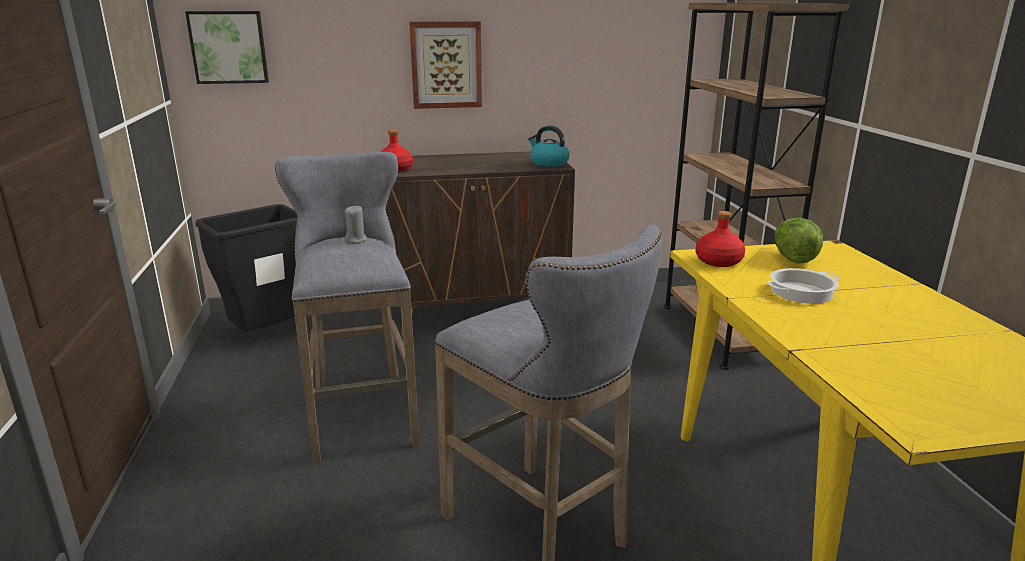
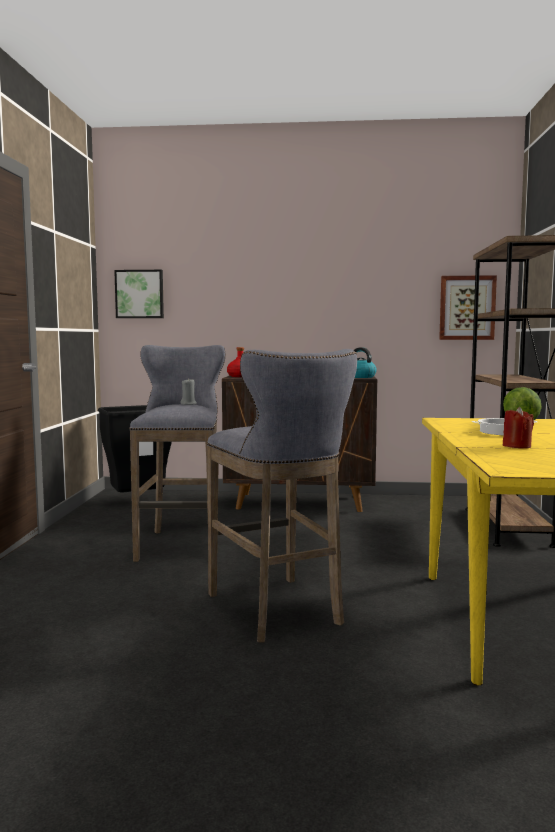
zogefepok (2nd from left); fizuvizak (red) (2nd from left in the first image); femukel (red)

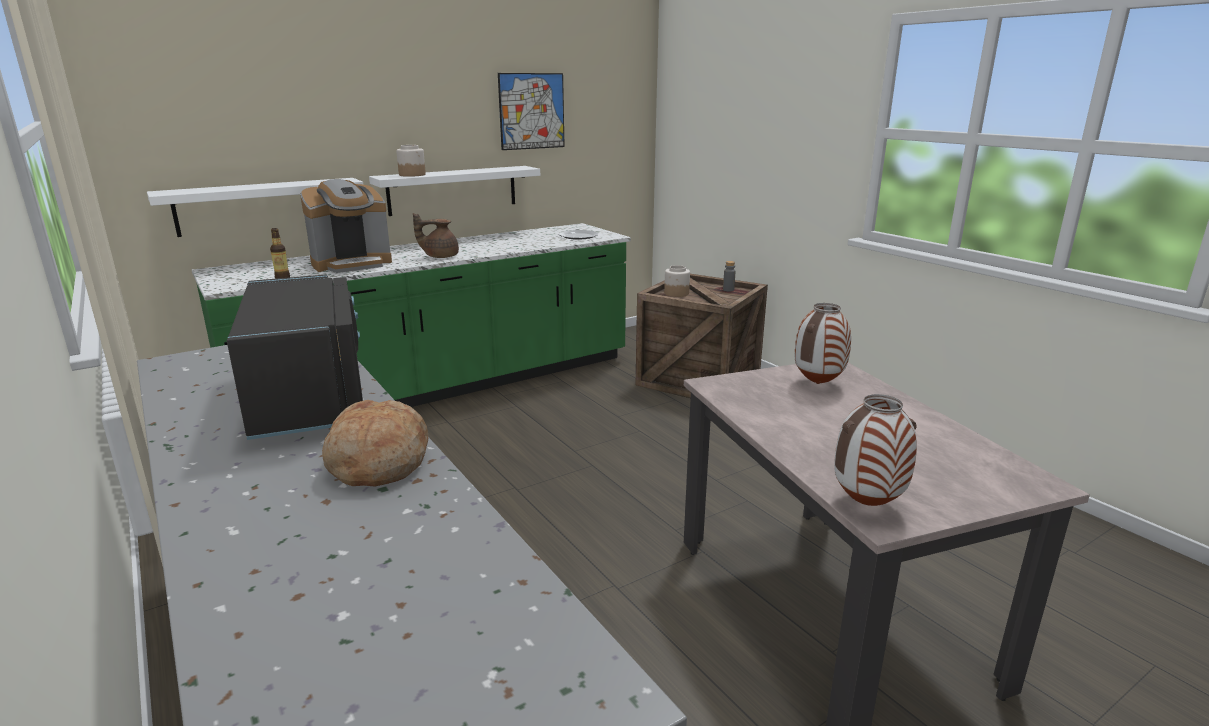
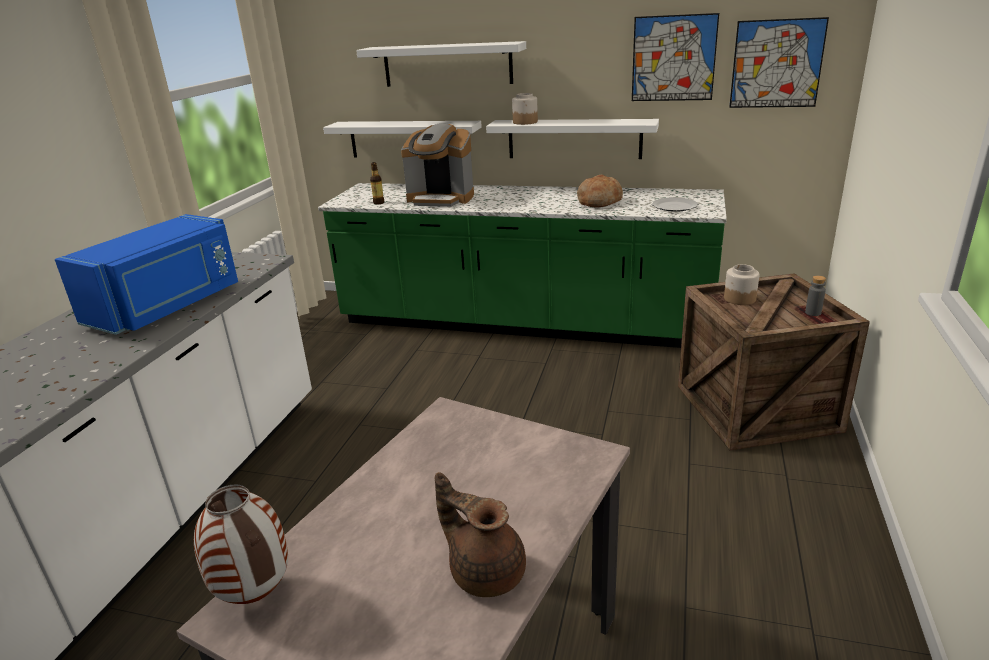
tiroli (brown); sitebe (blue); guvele (1st from left in the first image); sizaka; zogefepok (2nd from left); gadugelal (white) (2nd from left)

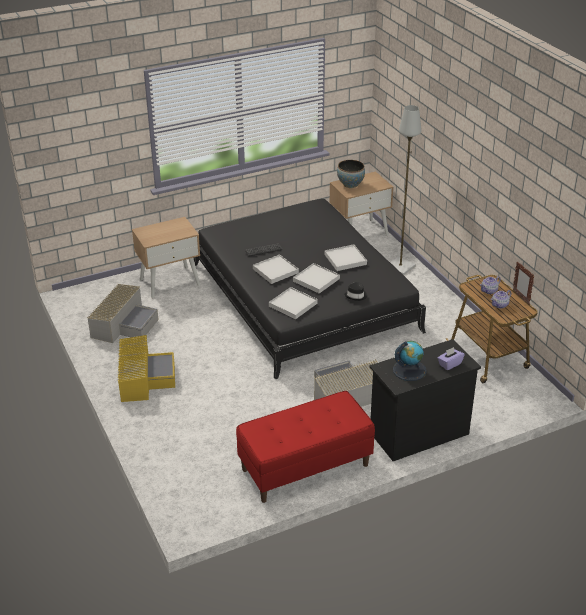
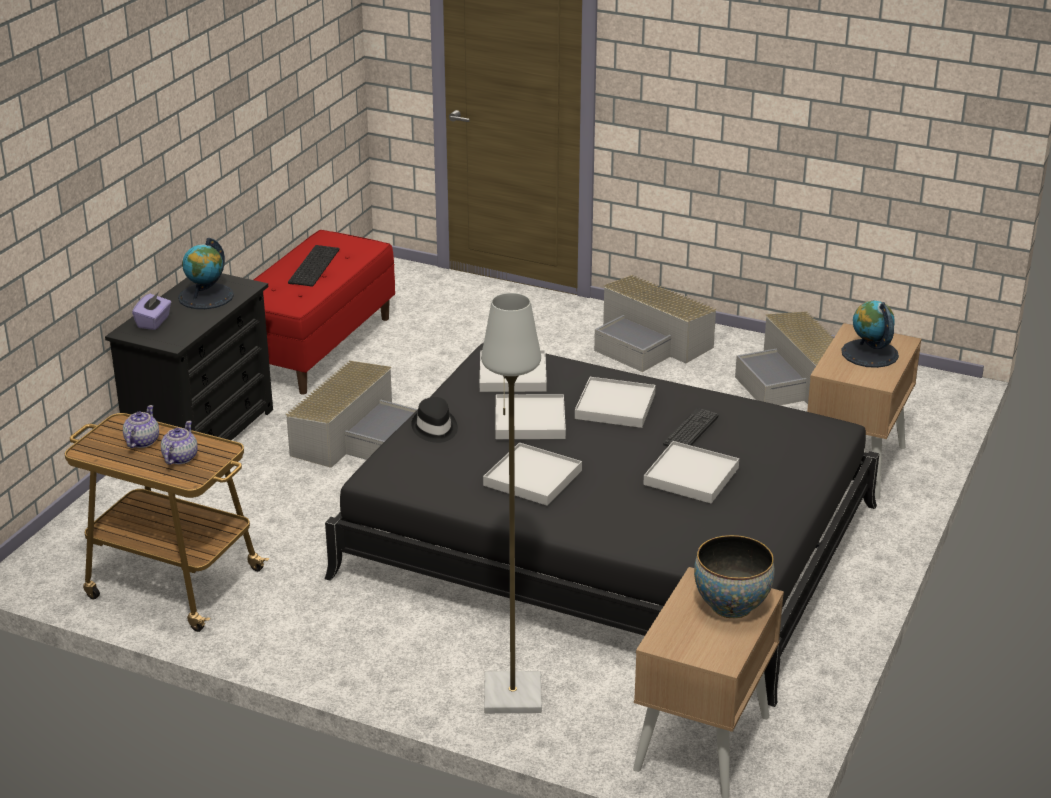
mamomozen; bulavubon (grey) (2nd from left); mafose (1st from left); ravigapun (2nd from left); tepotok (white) (5th from left)

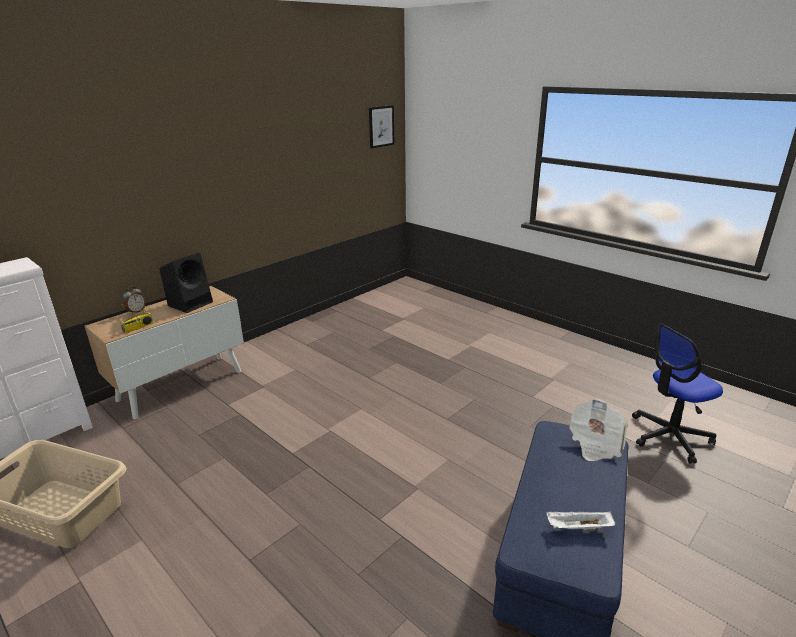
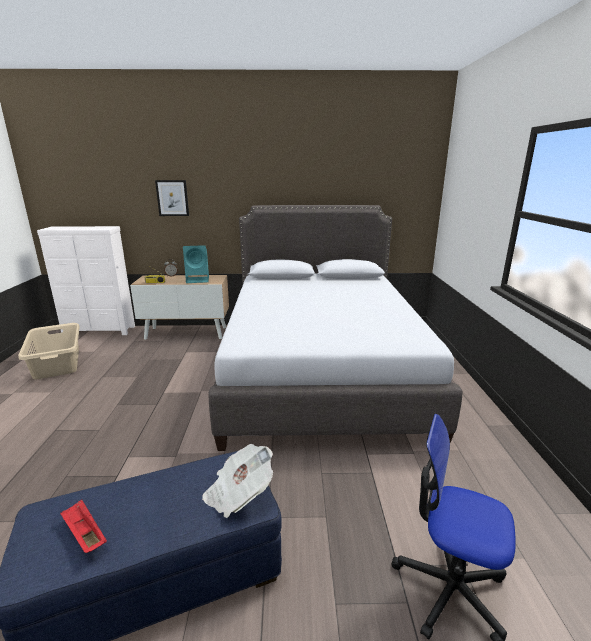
zogefepok; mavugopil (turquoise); tepotok (red); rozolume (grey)

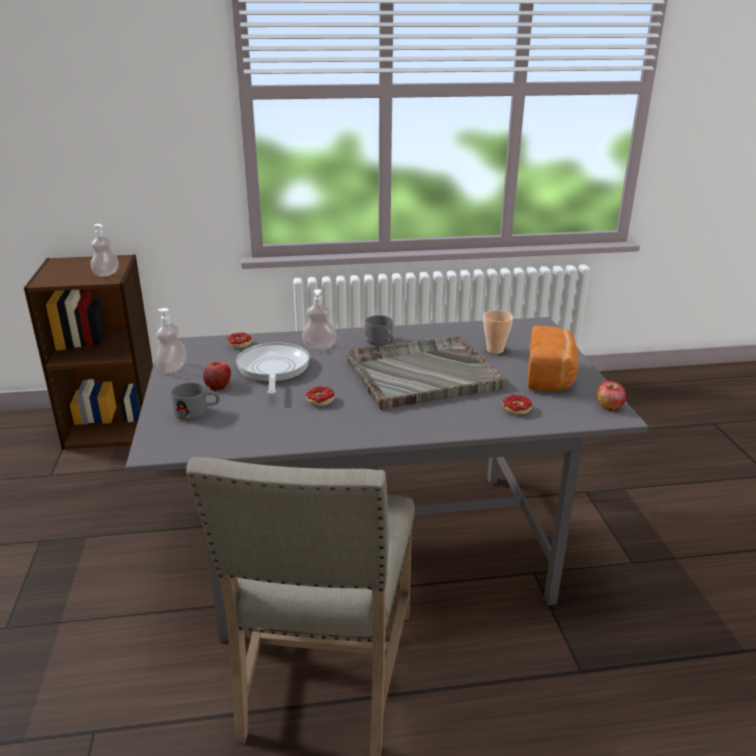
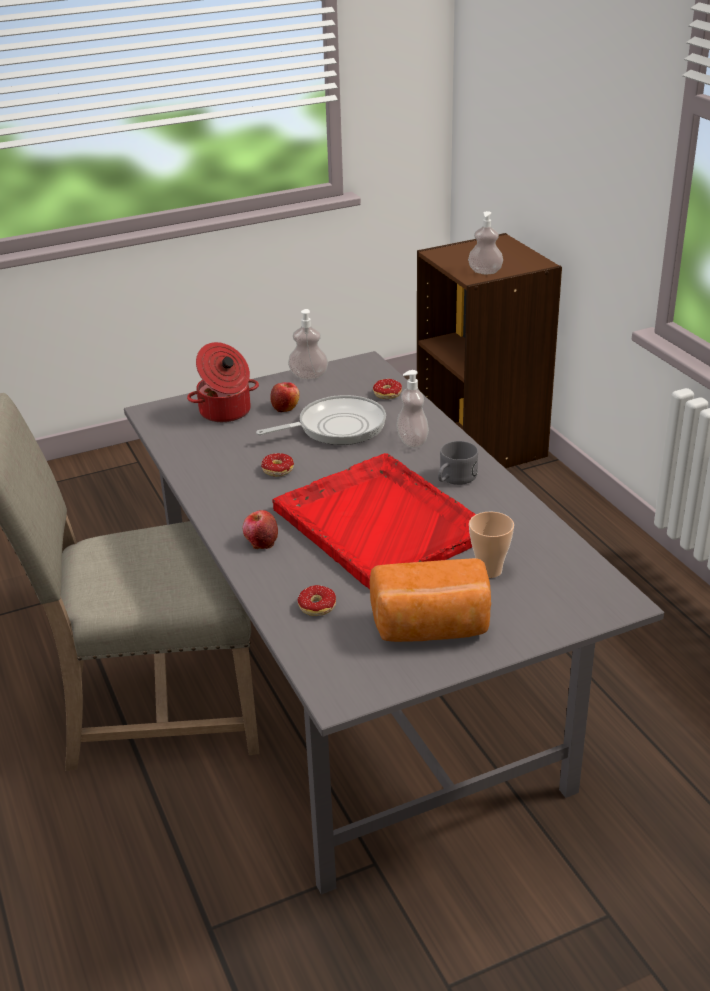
tepotok (red); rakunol (1st from left); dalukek

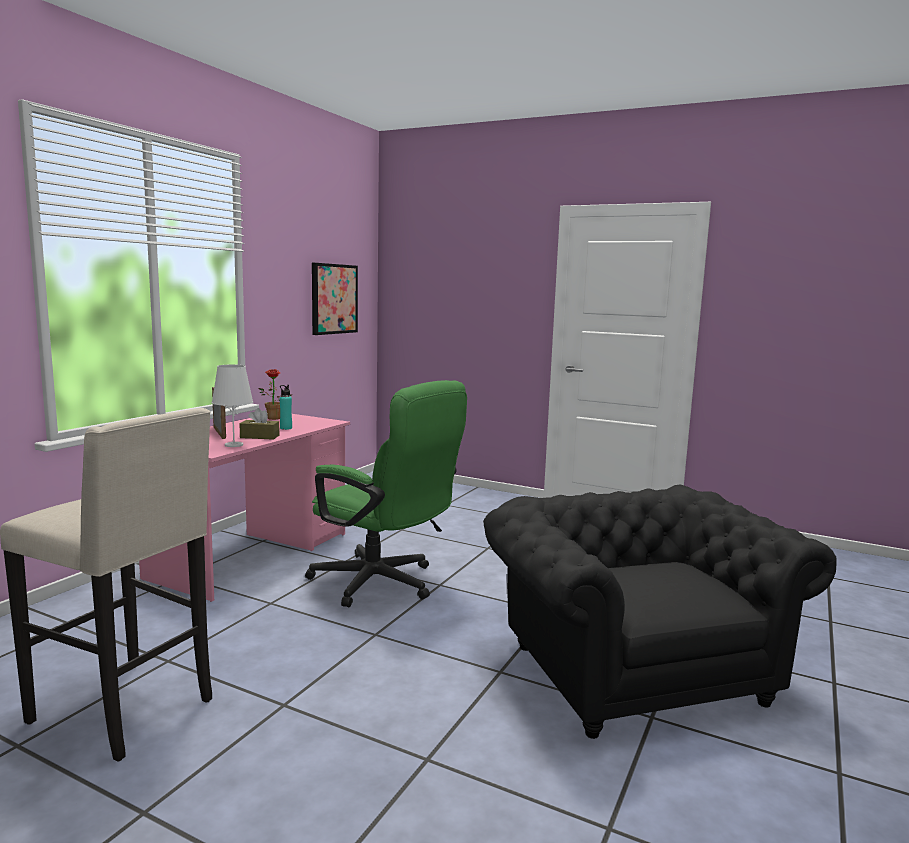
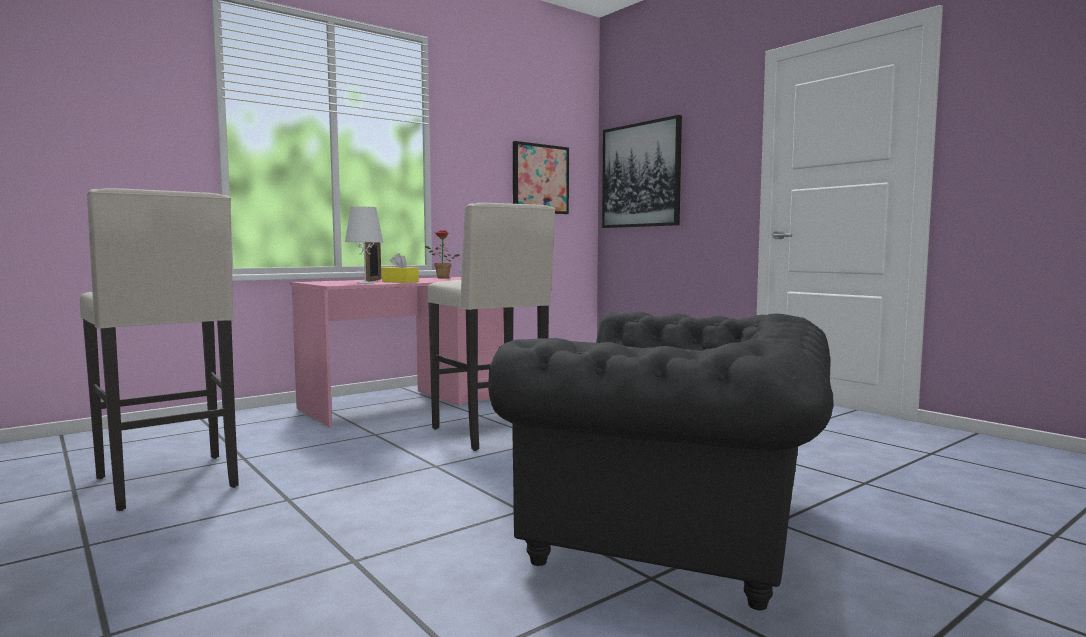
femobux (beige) (2nd from left); fizuvizak (turquoise); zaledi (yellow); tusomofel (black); zogefepok (2nd from left)

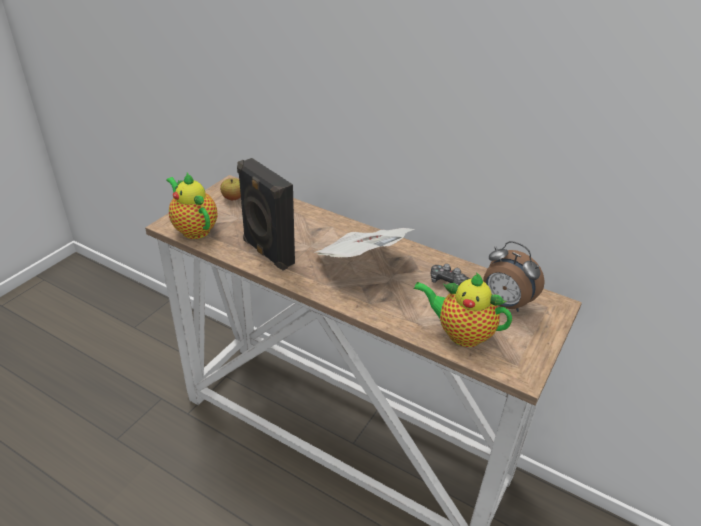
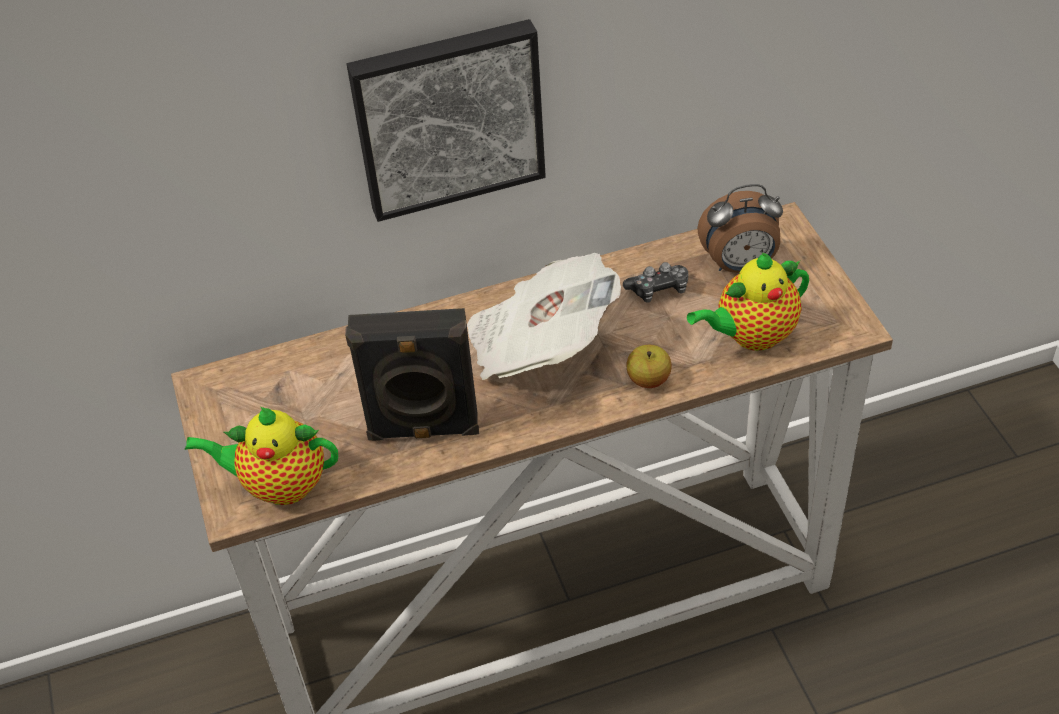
rakunol; zogefepok

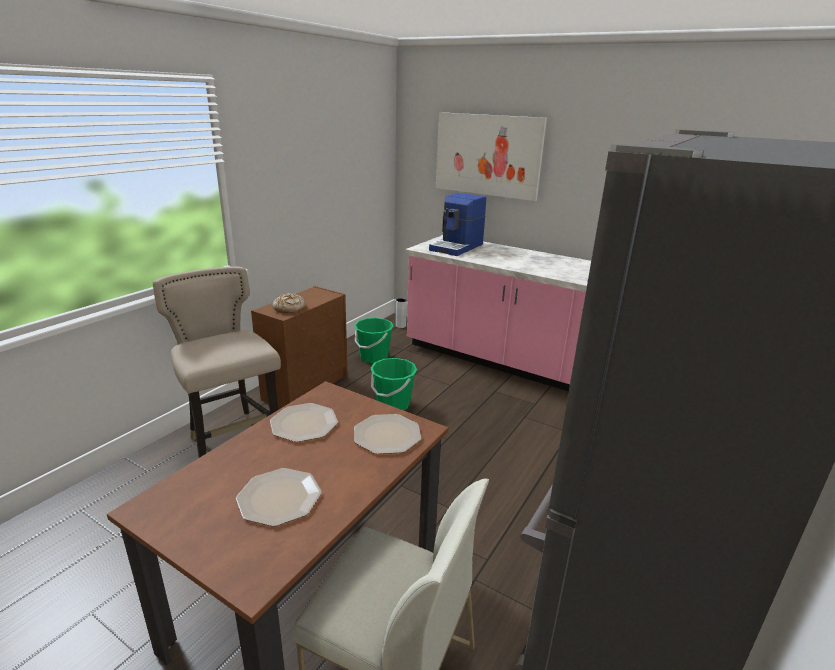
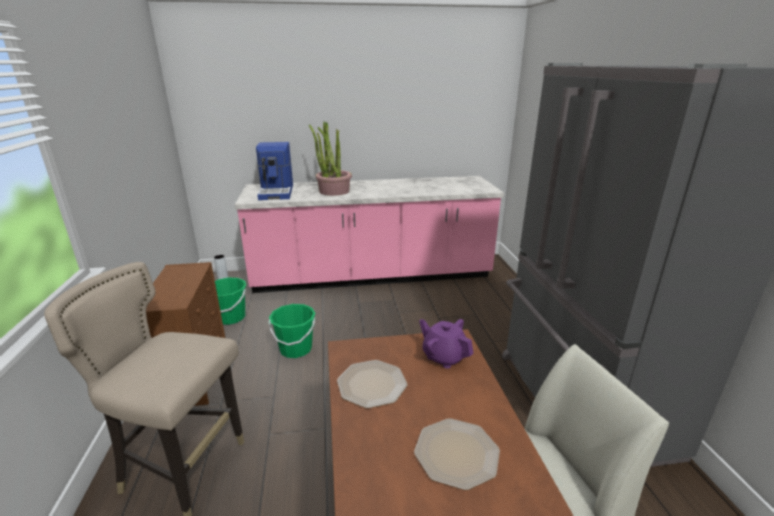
zogefepok; sizaka; tiroli (purple); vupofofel

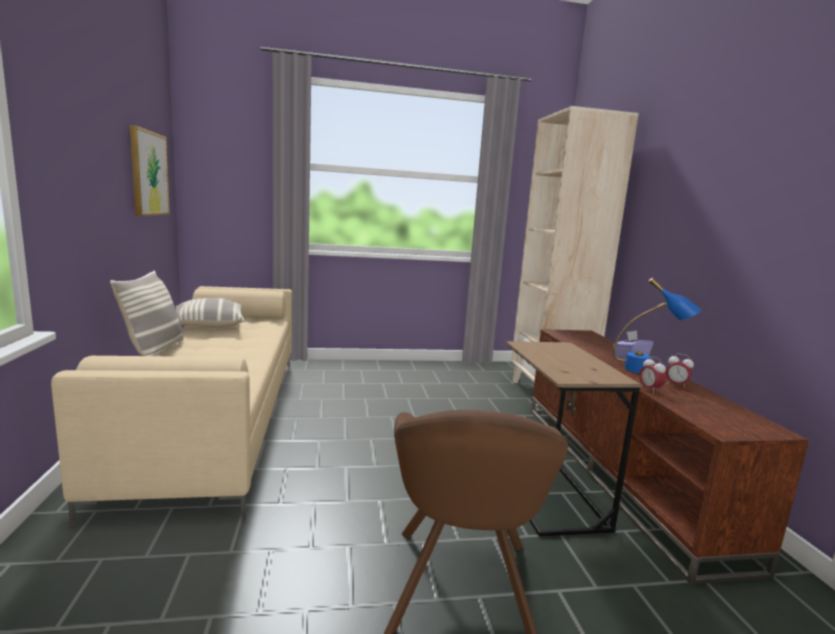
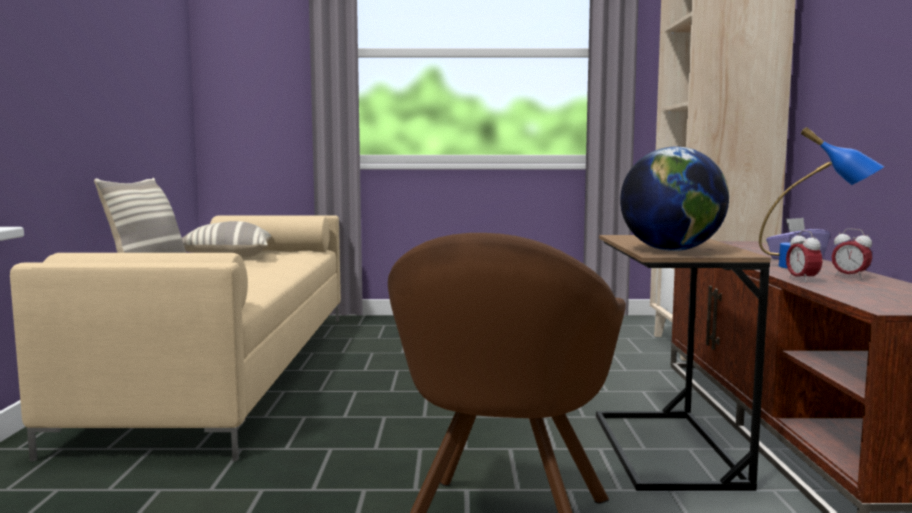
zogefepok; ravigapun

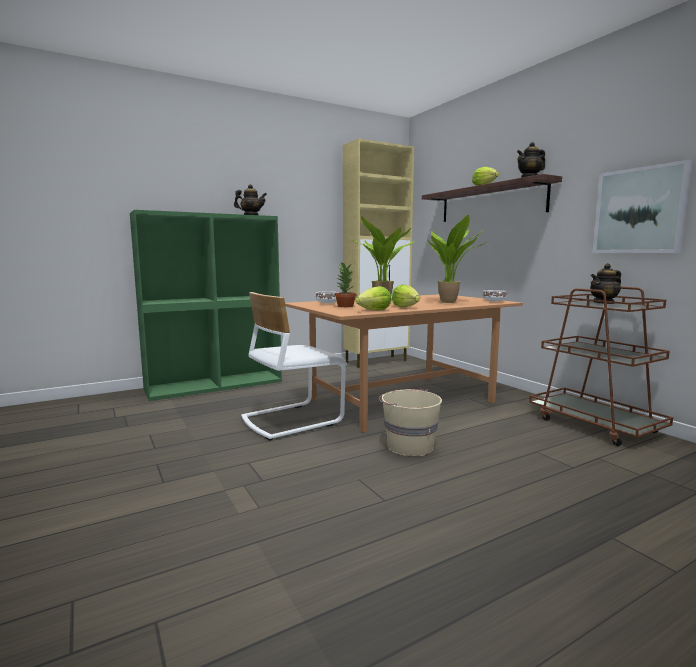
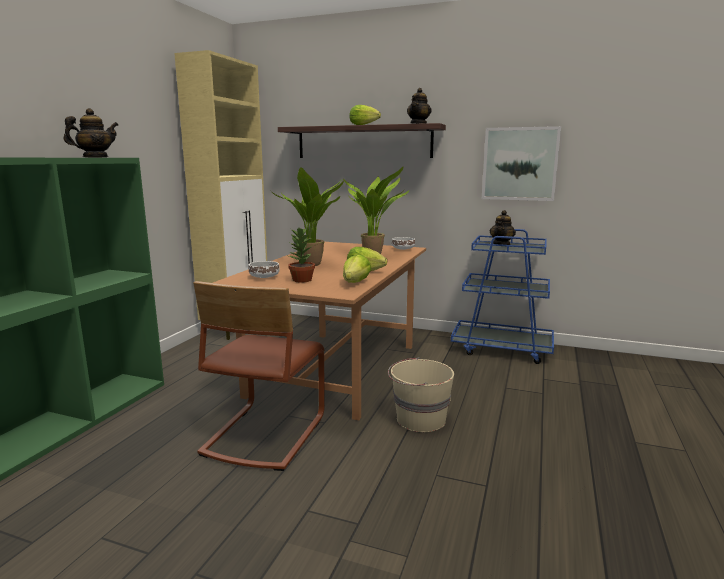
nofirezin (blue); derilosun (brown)

